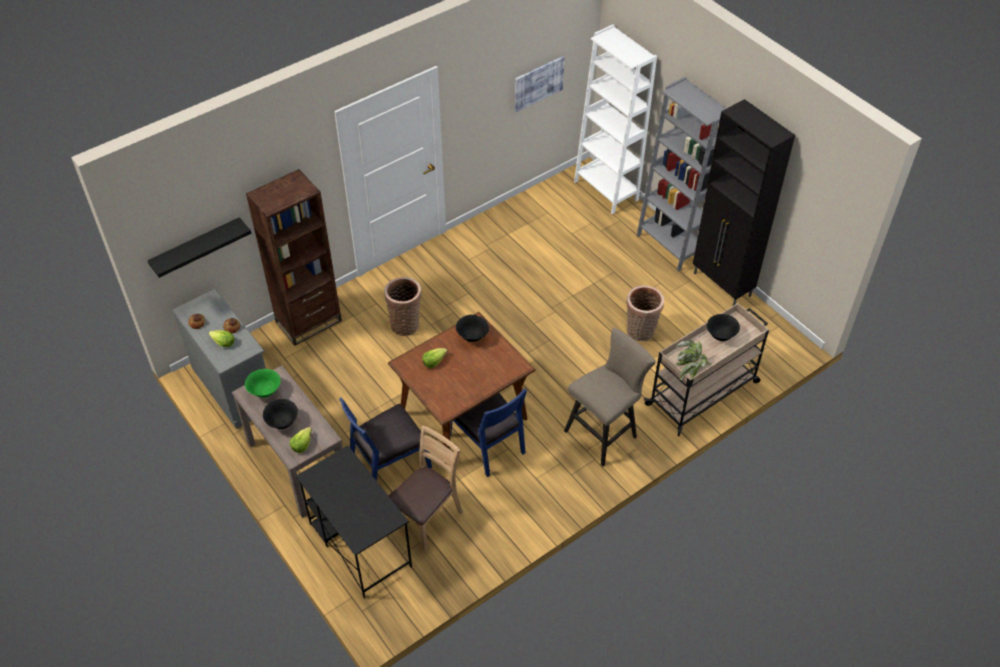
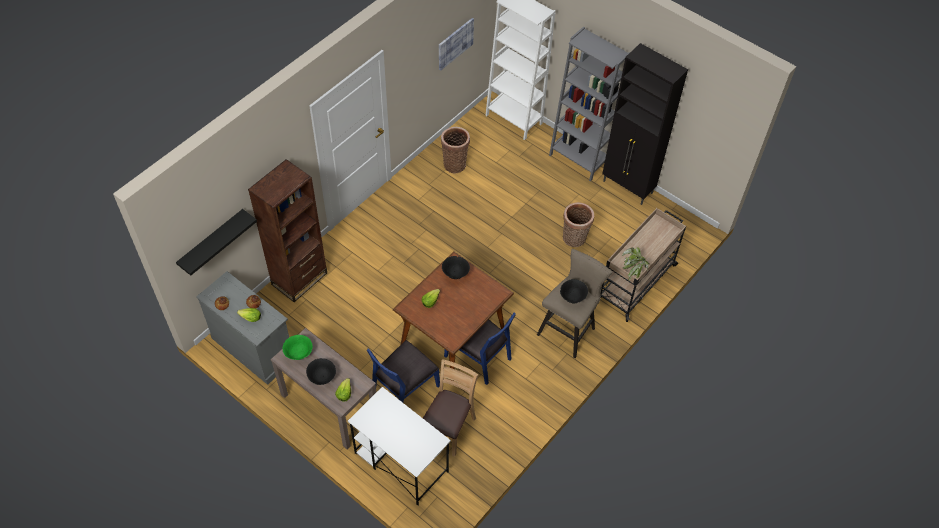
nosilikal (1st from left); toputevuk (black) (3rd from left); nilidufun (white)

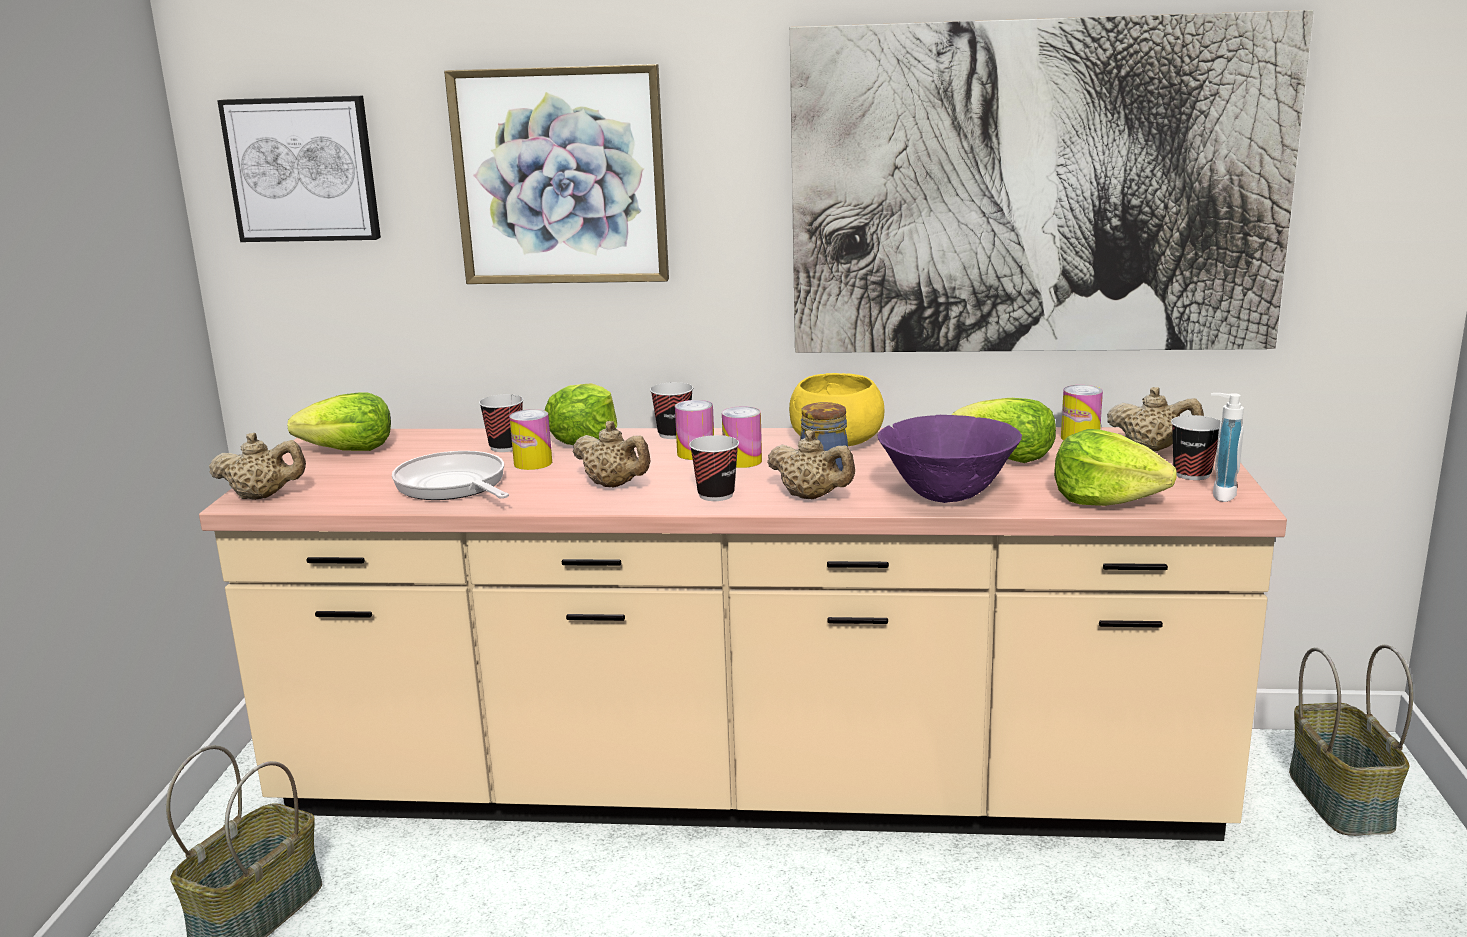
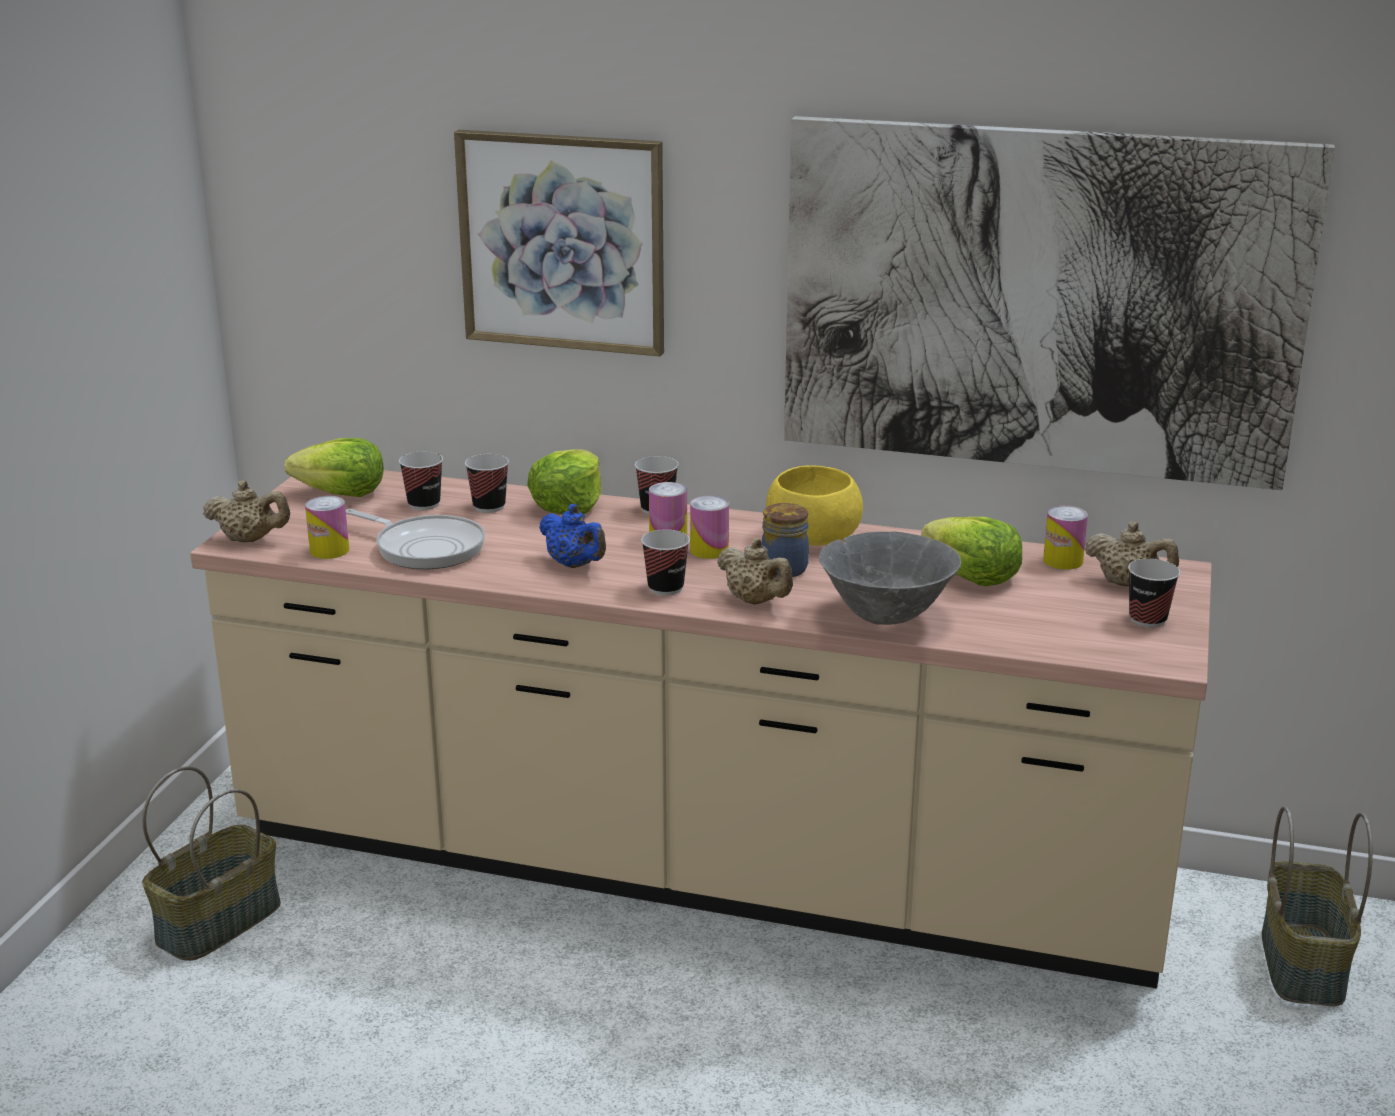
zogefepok (1st from left in the first image); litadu; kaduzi (1st from left); toputevuk (grey); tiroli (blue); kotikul (4th from left in the first image); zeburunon; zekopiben (1st from left)

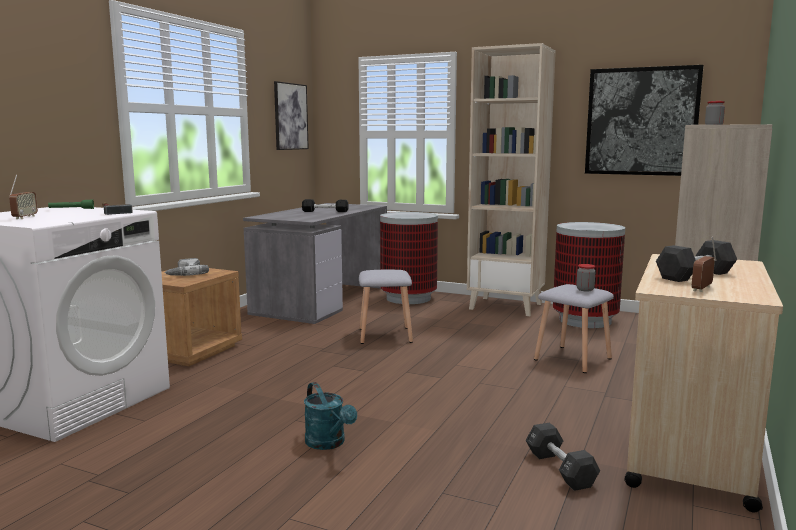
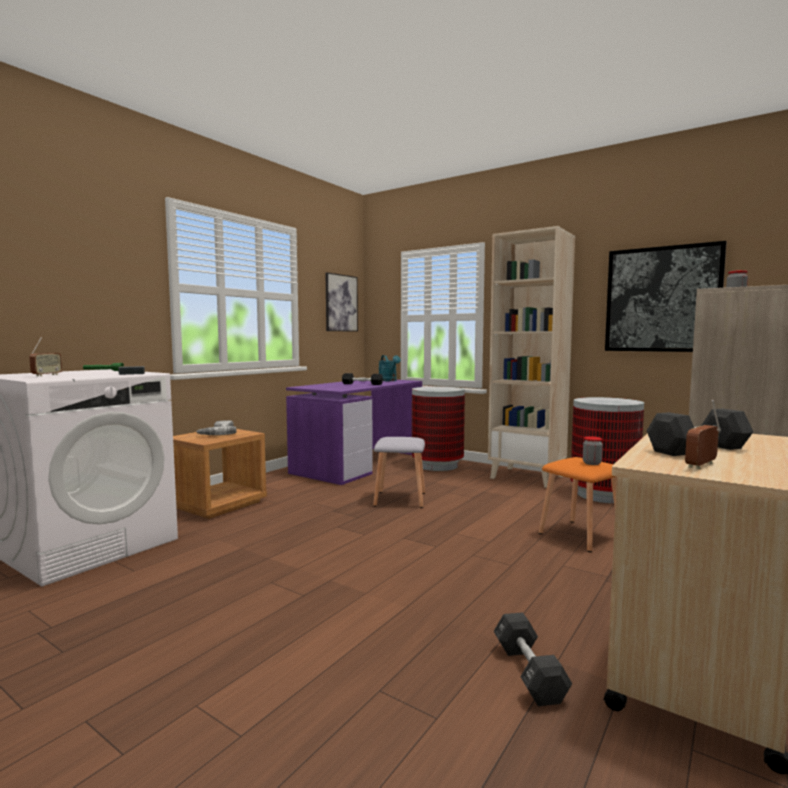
nilidufun (purple); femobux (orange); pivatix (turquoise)

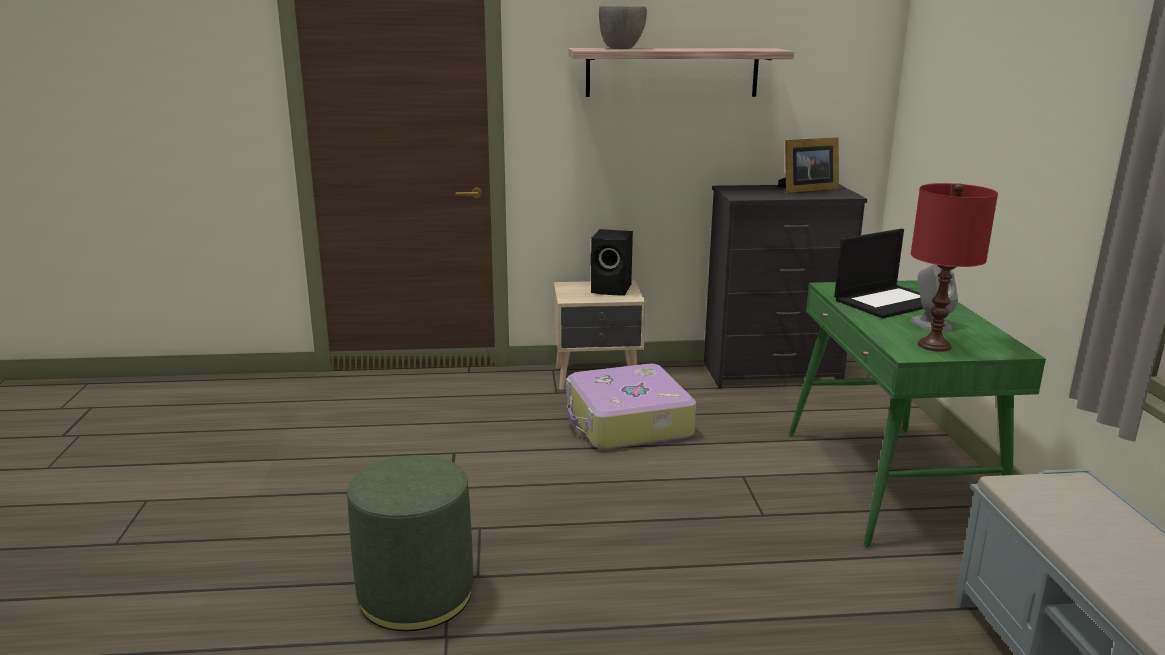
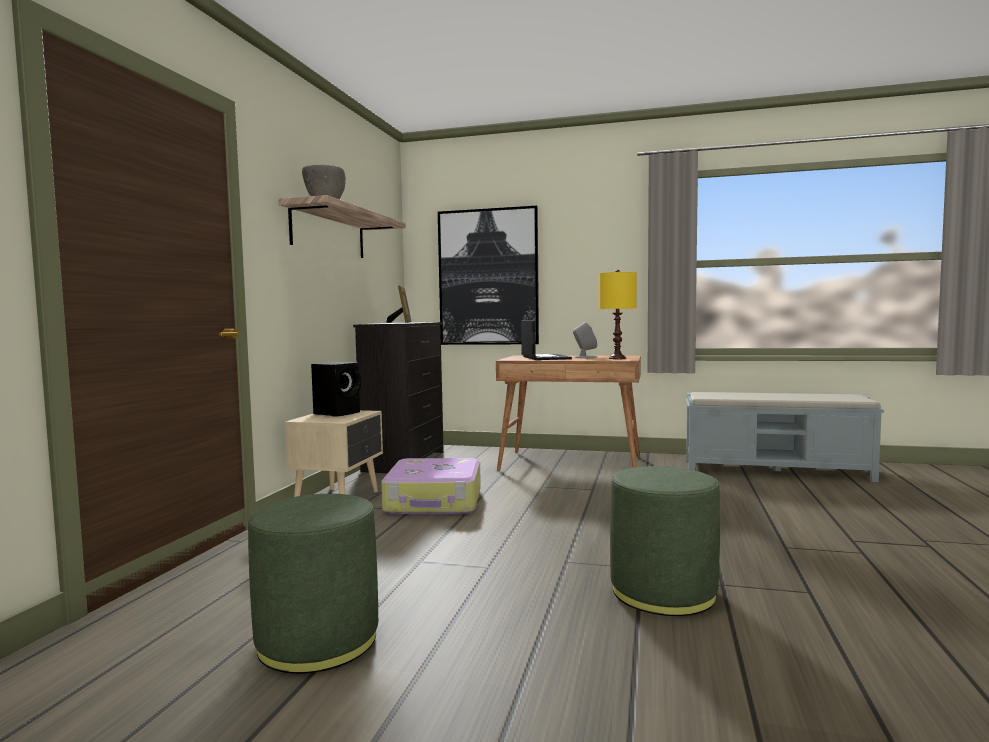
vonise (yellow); nilidufun (brown); zogefepok; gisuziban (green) (1st from left)

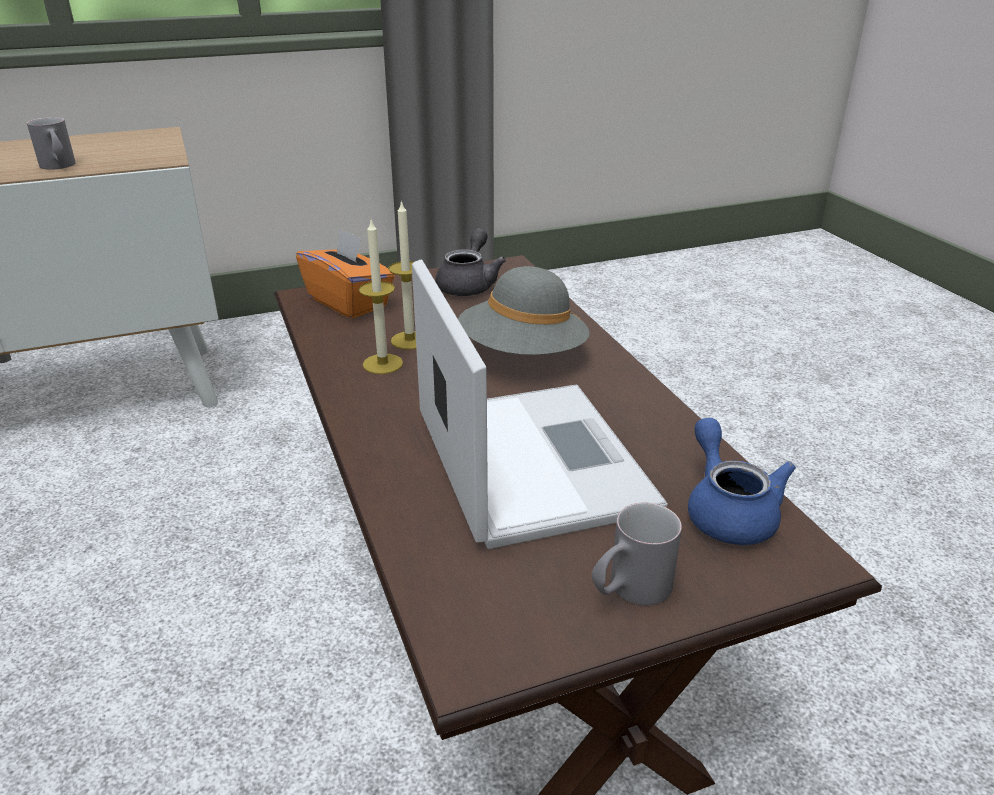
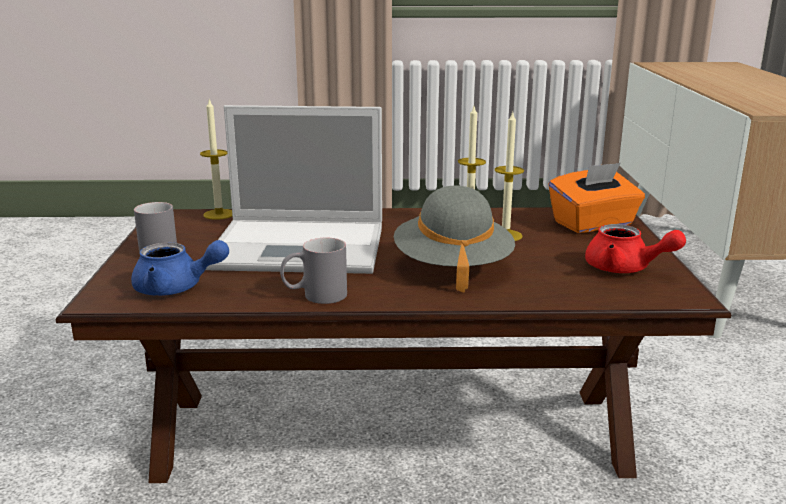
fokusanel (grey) (2nd from left); tiroli (red); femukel (1st from left)

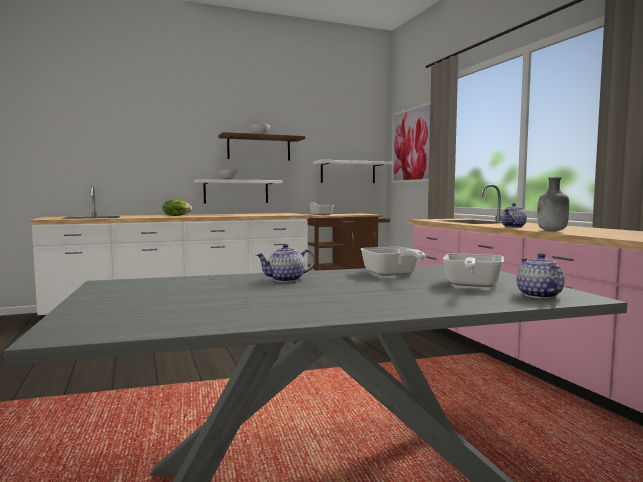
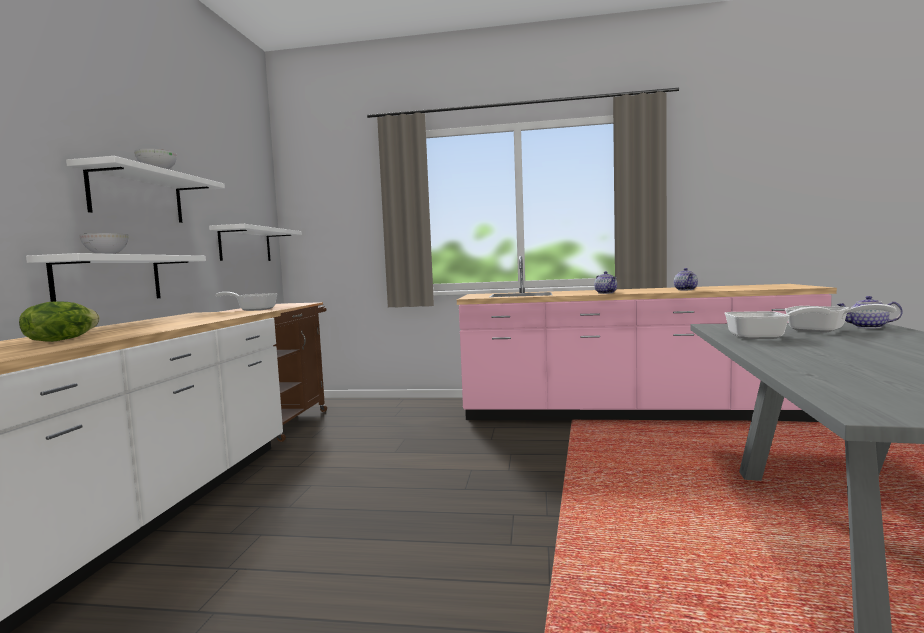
zogefepok; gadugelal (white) (2nd from left); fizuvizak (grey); tiroli (2nd from left)

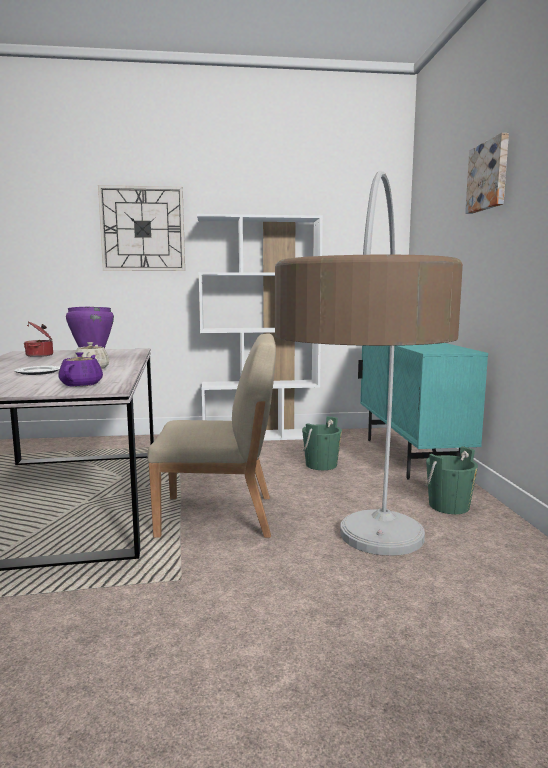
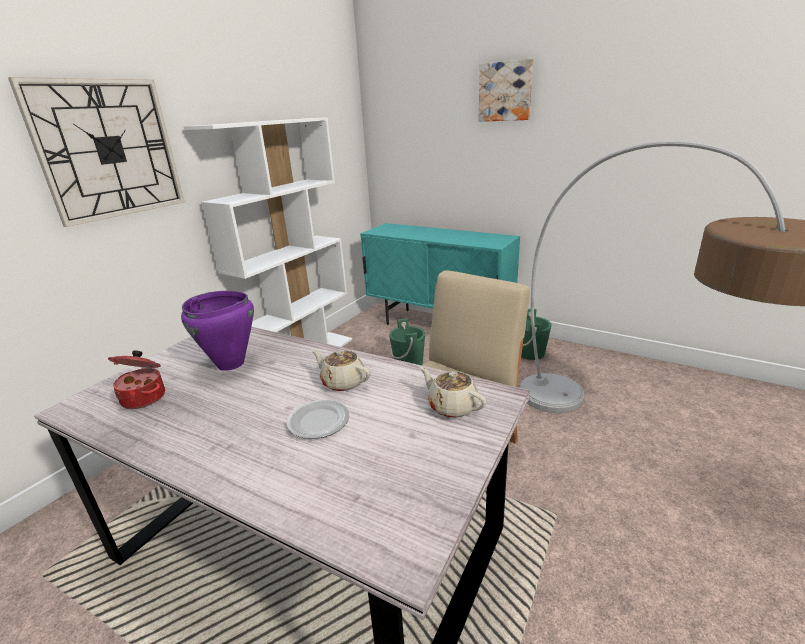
tiroli (beige) (2nd from left)

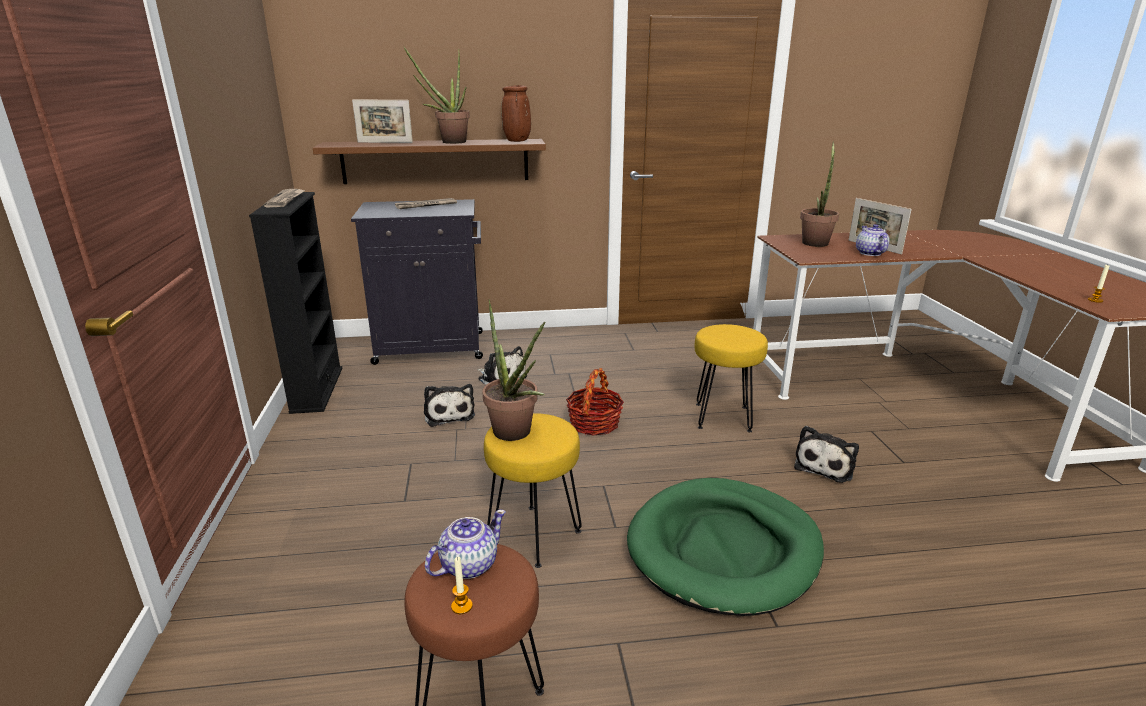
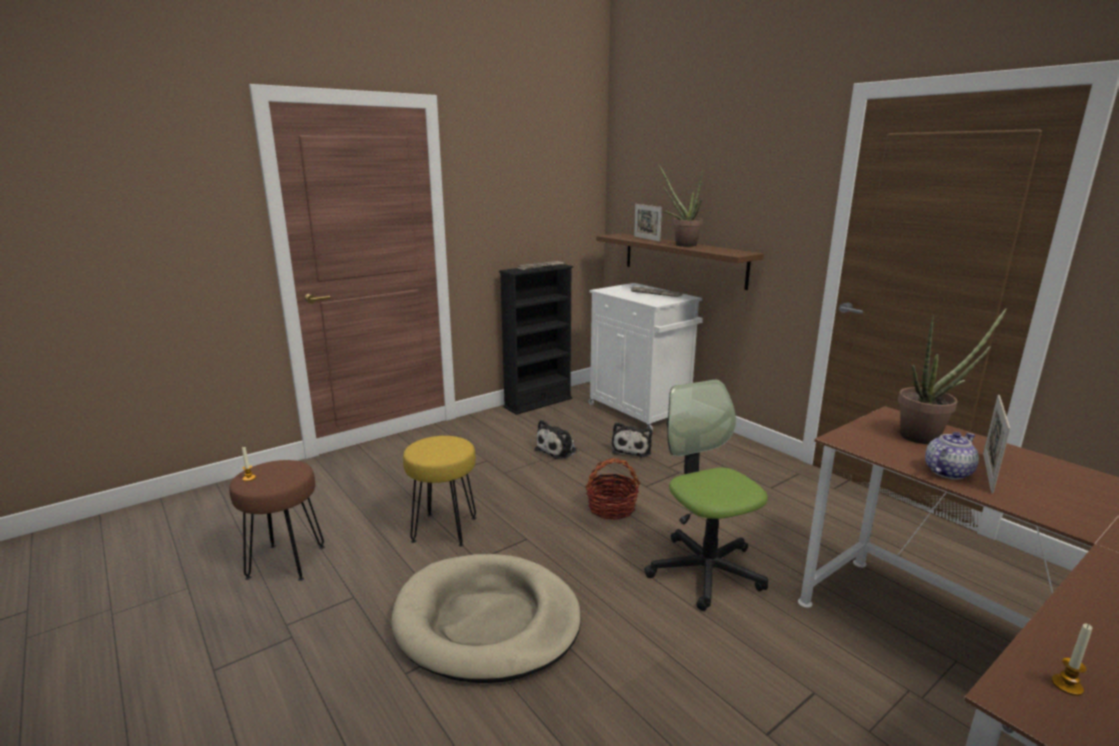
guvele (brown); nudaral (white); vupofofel (2nd from left in the first image); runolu; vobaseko (3rd from left in the first image); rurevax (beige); tiroli (1st from left in the first image)

